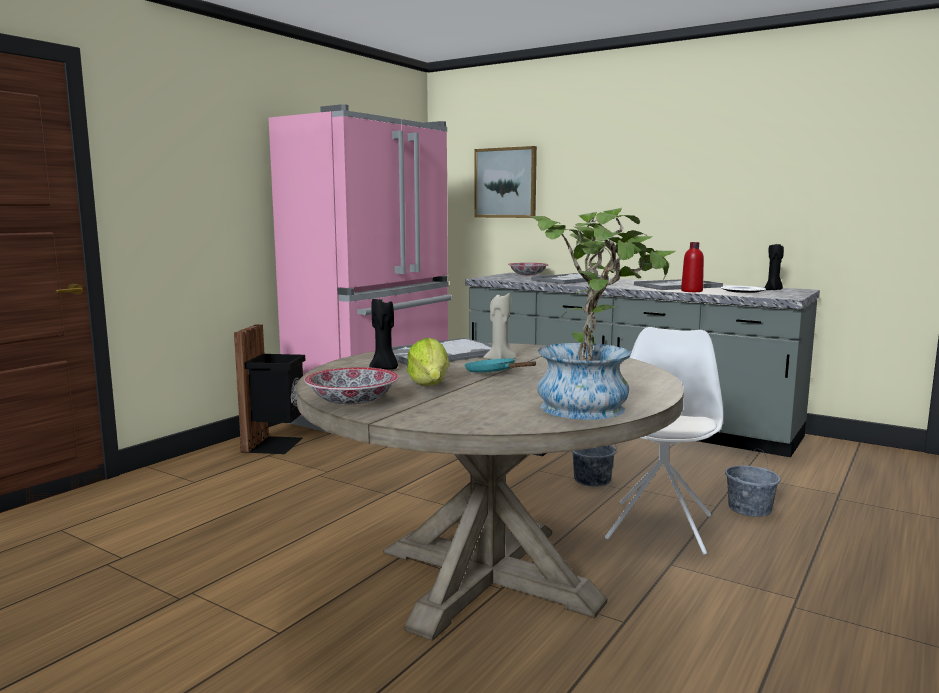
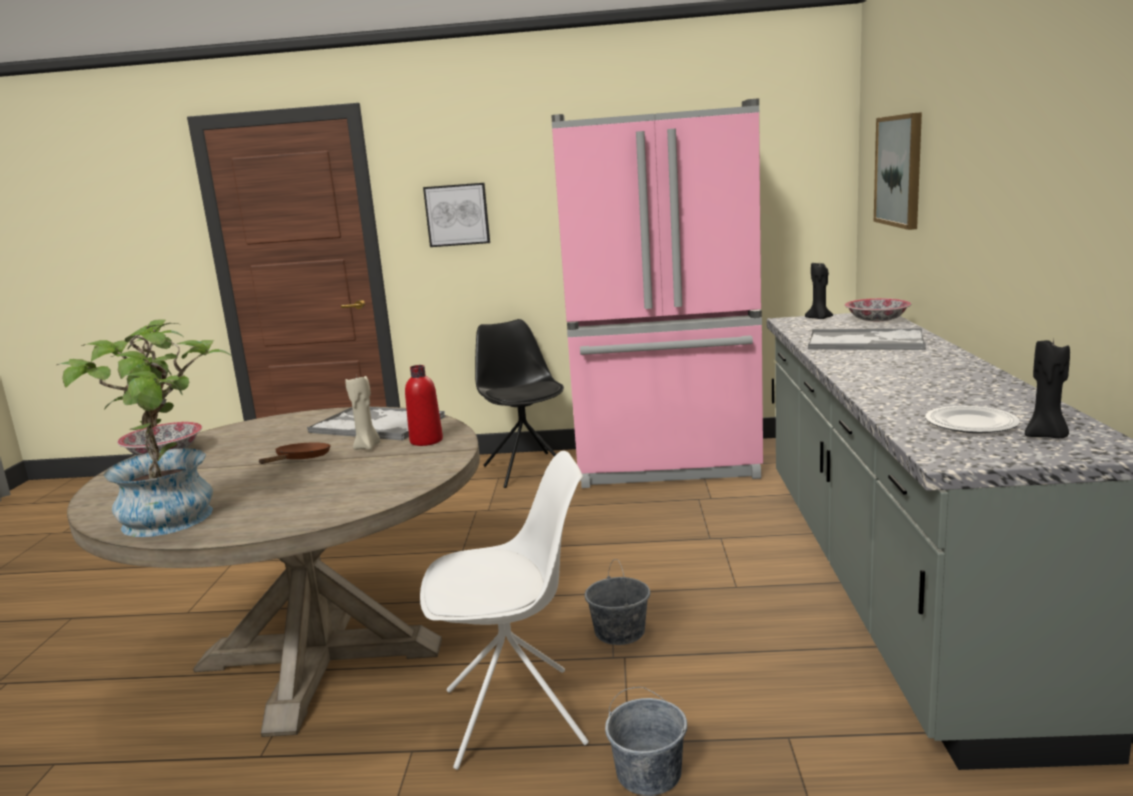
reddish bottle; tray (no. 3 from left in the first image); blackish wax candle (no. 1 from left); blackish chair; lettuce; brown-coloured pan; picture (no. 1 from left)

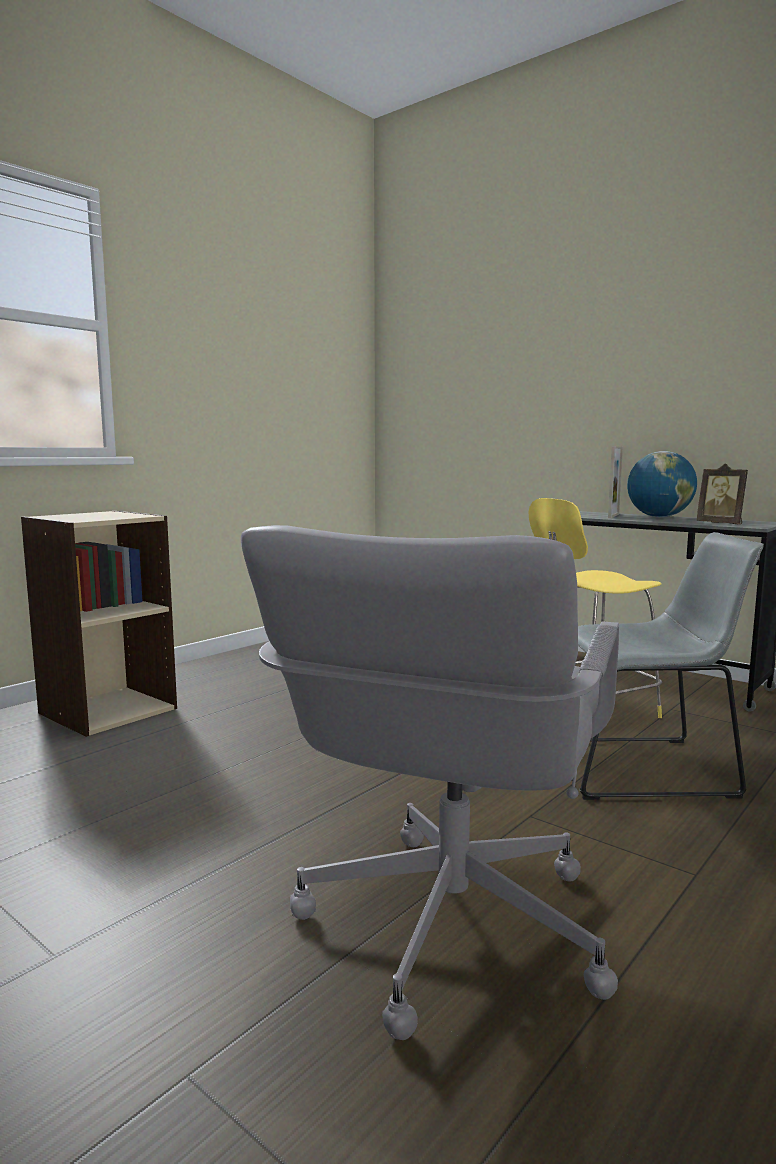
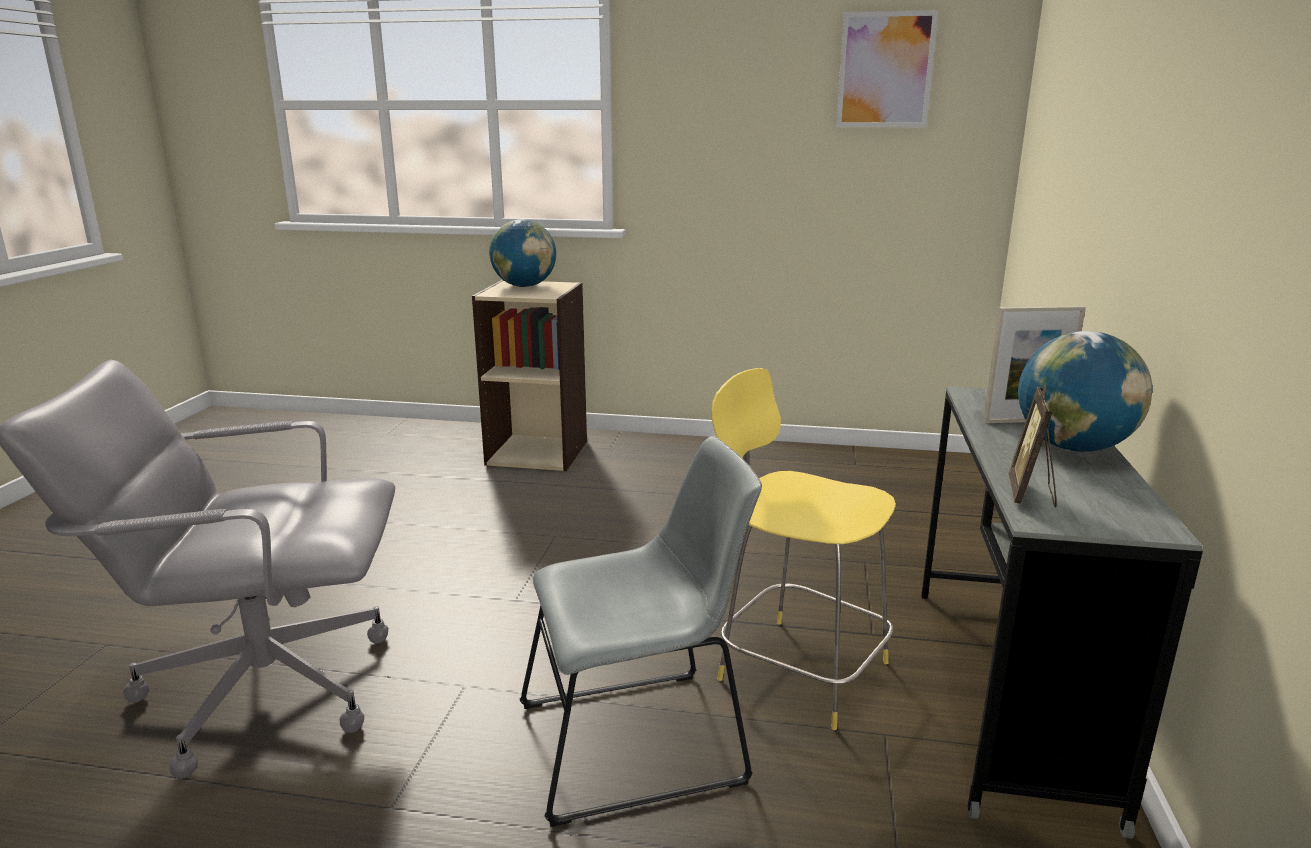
gray chair; picture; globe (no. 1 from left)

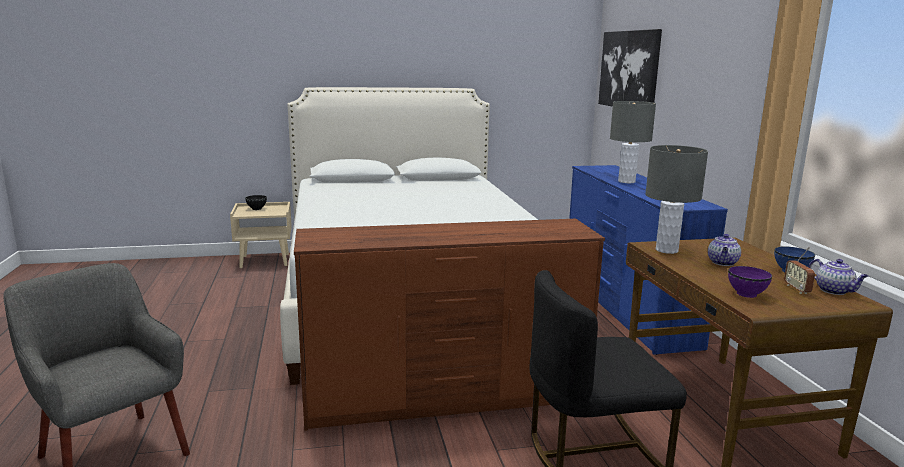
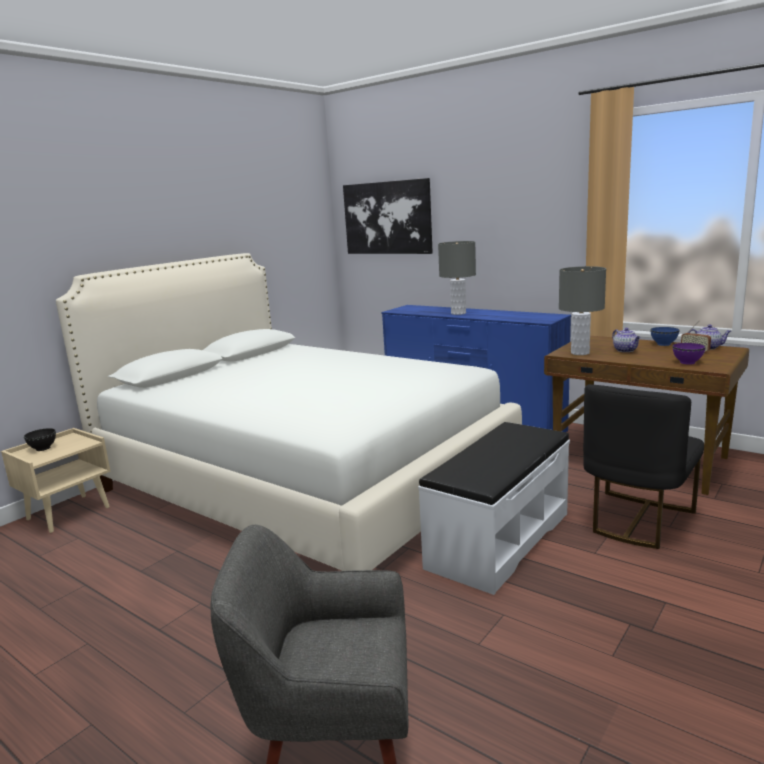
white long seat

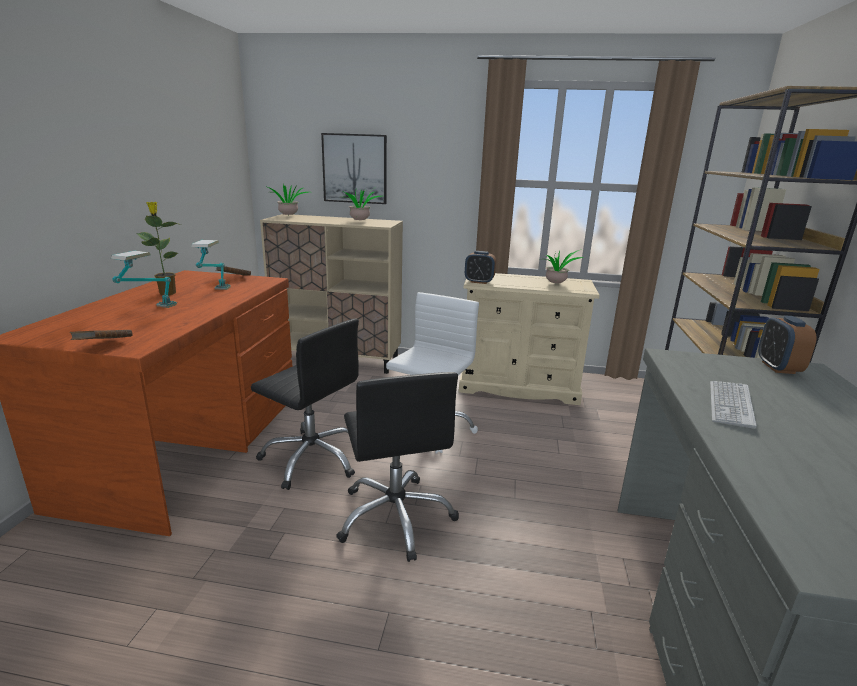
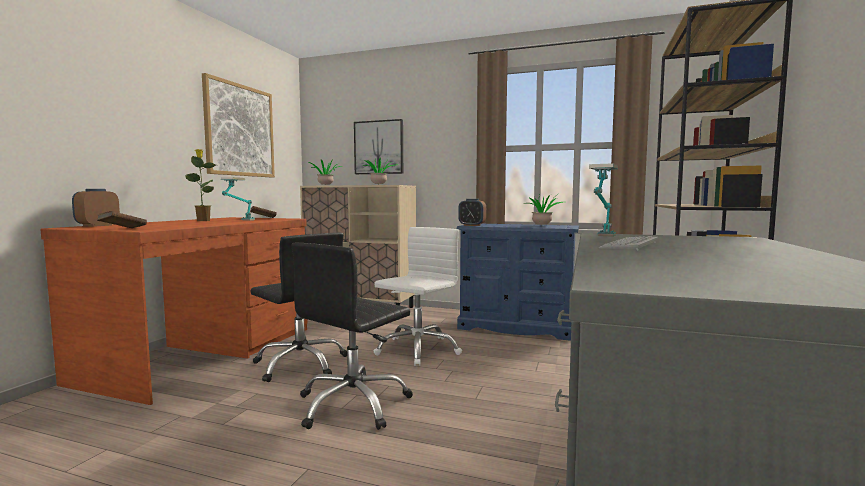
tabletop lamp (no. 2 from left); blue-coloured dresser; alarm clock (no. 1 from left); blackish office chair (no. 2 from left); picture (no. 1 from left)

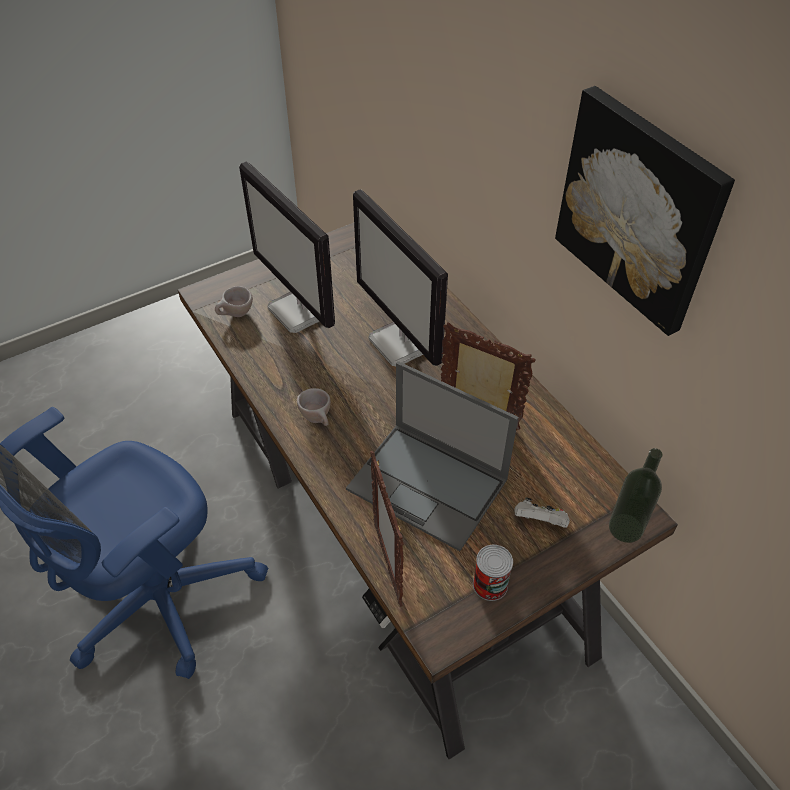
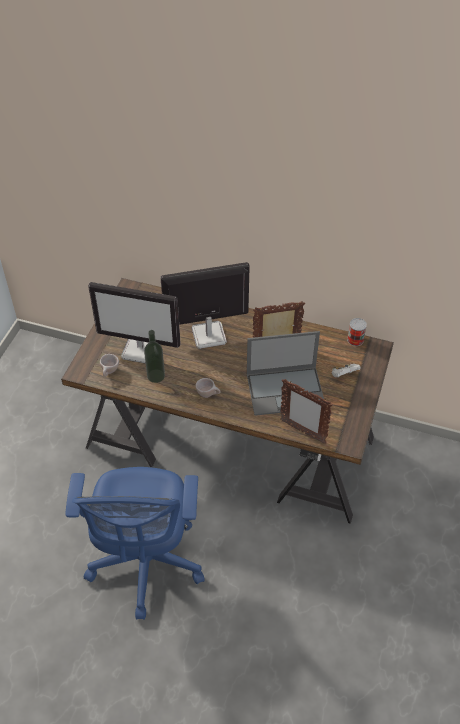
picture; monitor (no. 2 from left); bottle; sealed can

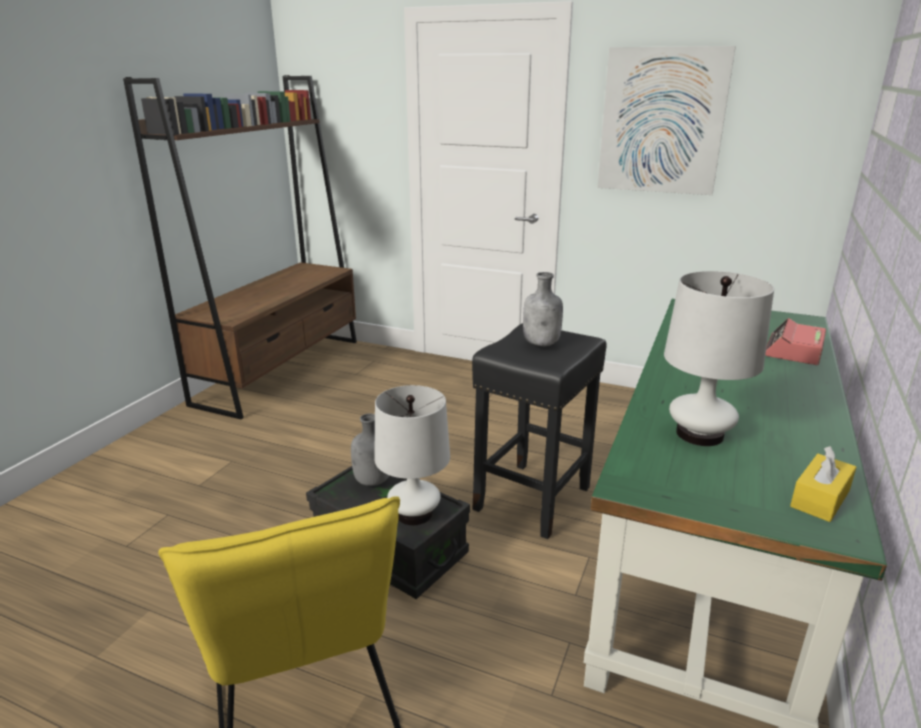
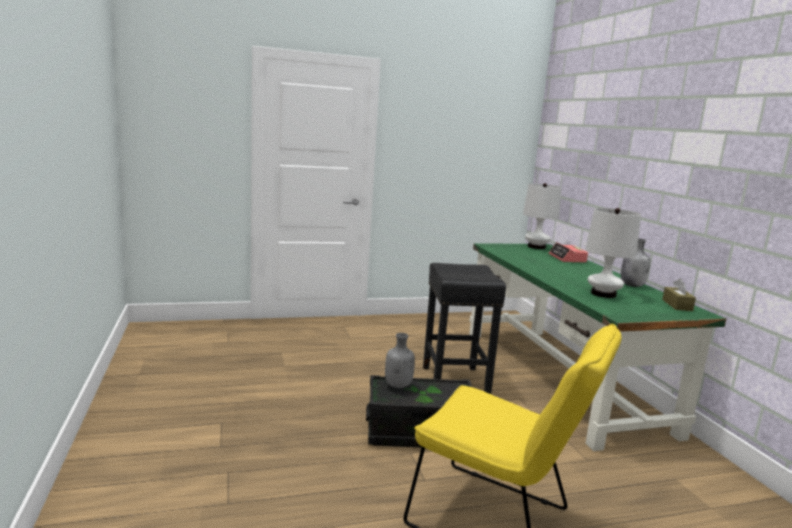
picture; brown-coloured bookcase; gray bottle (no. 2 from left); white tabletop lamp (no. 1 from left); brown-coloured tissue box

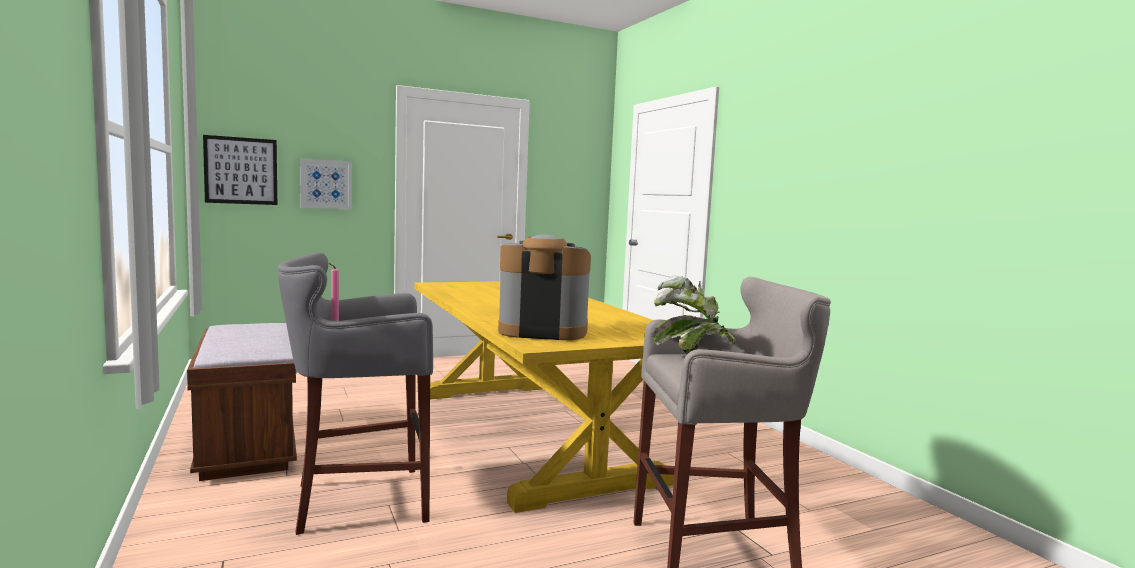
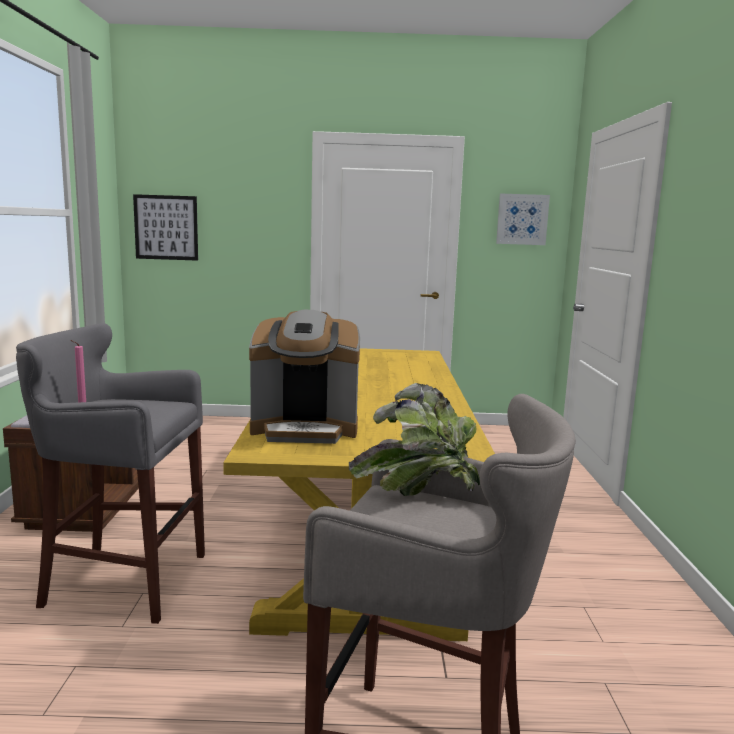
picture (no. 2 from left); coffee machine

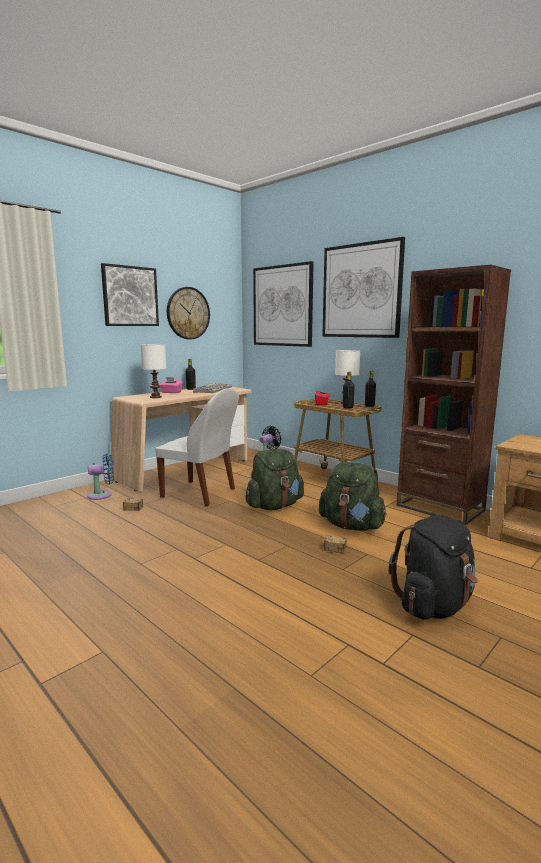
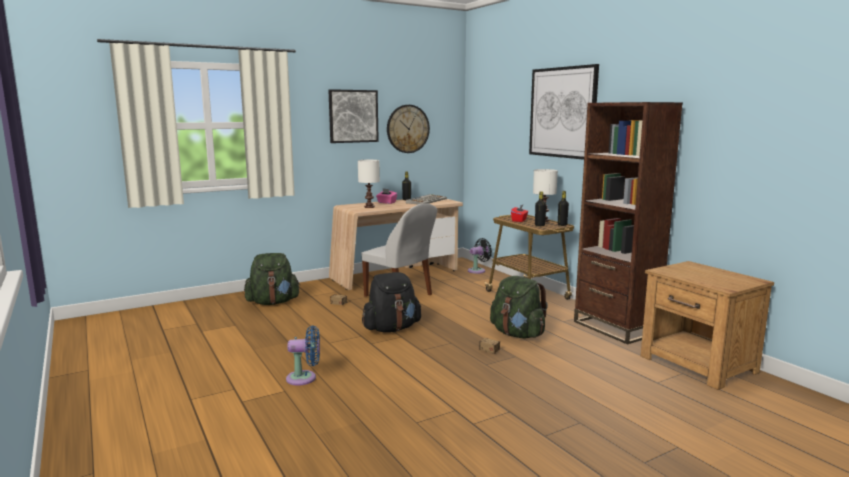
picture (no. 2 from left in the first image); green backpack (no. 1 from left); blue-coloured fan; blackish backpack

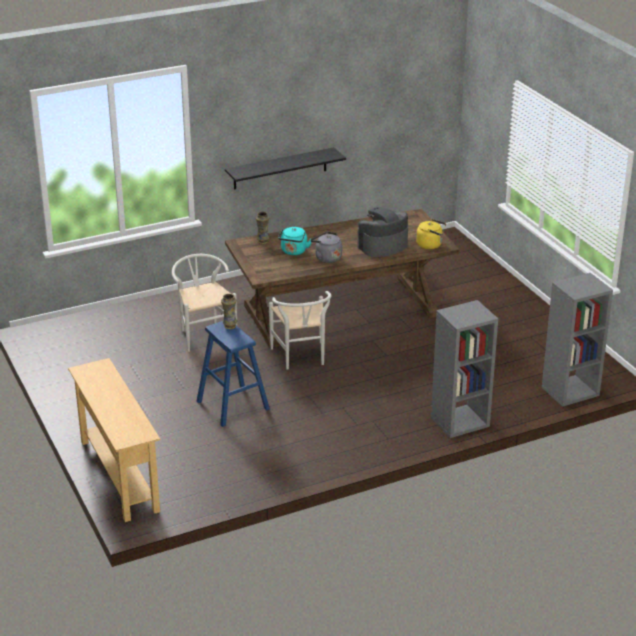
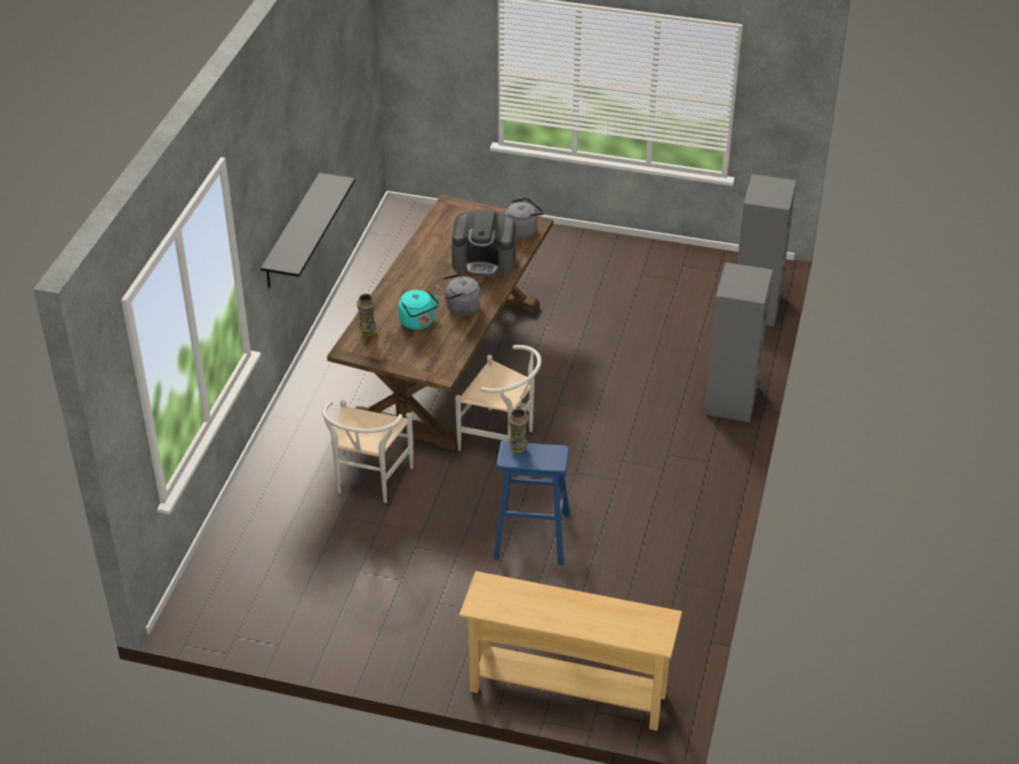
coffee machine; gray kettle (no. 2 from left); white chair (no. 1 from left)

